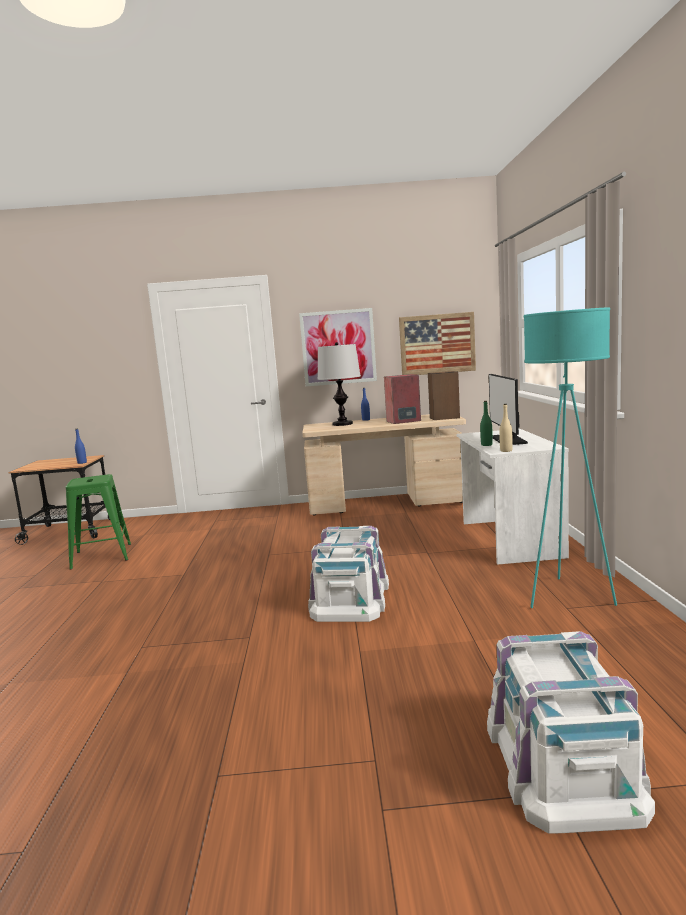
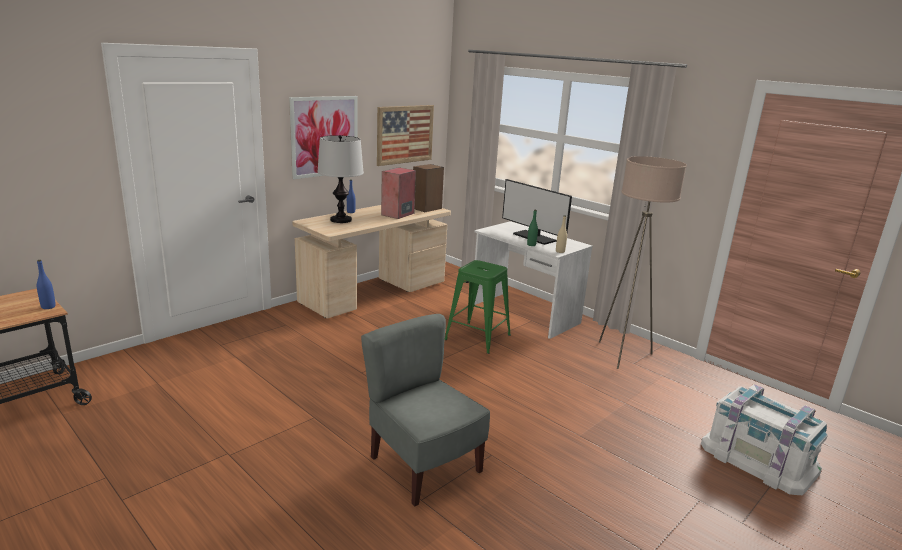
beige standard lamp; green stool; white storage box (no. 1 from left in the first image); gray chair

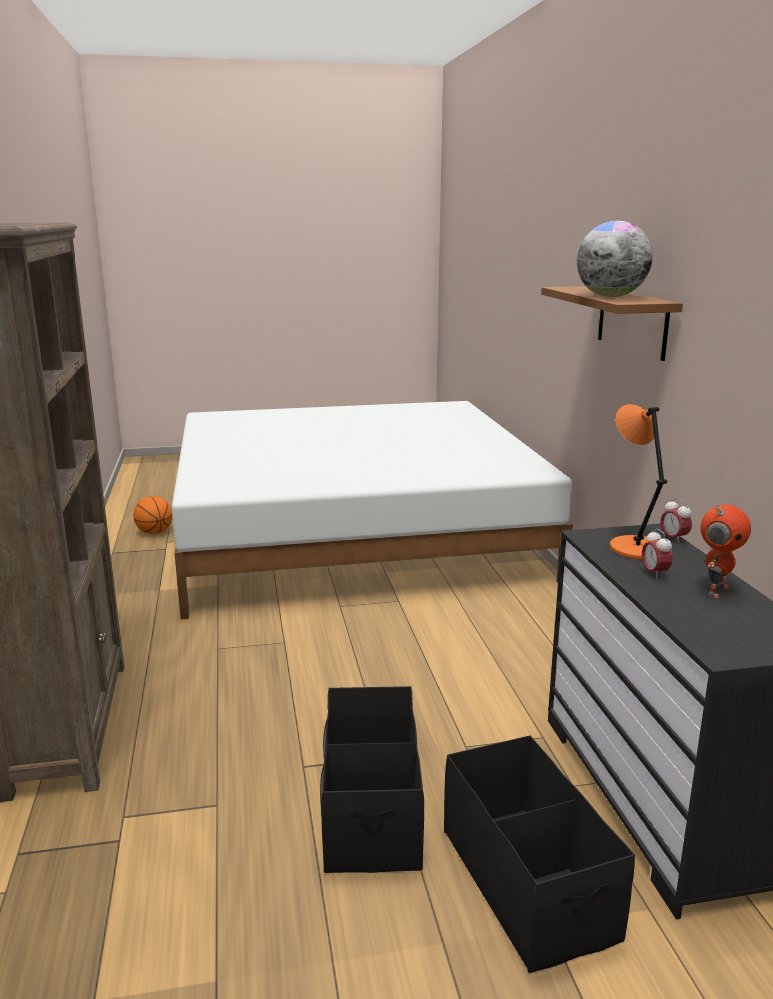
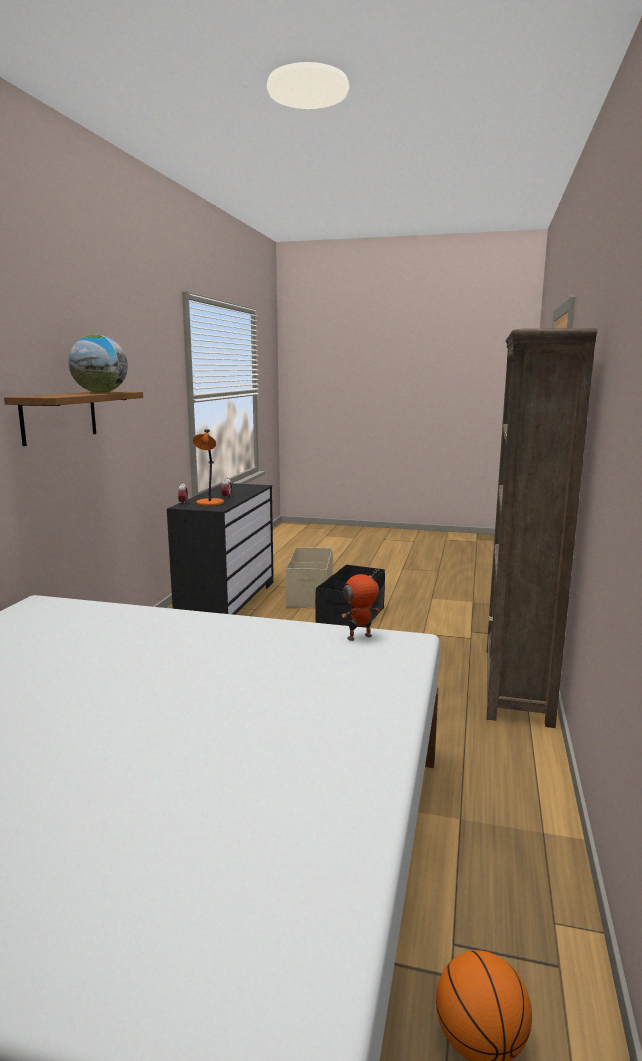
toy robot; beige storage box

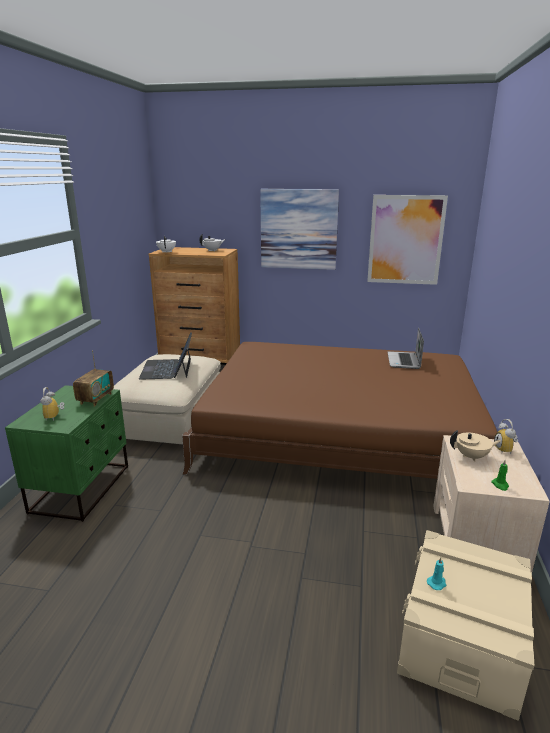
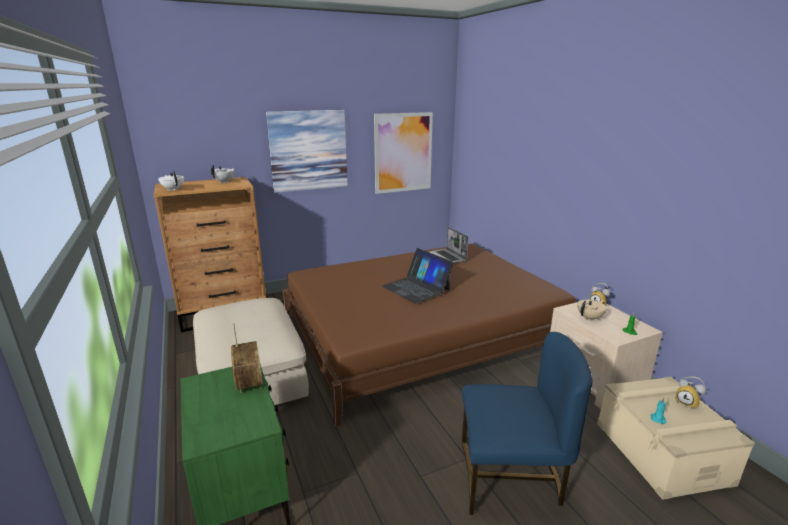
portable computer (no. 1 from left); alarm clock (no. 2 from left); blue-coloured chair

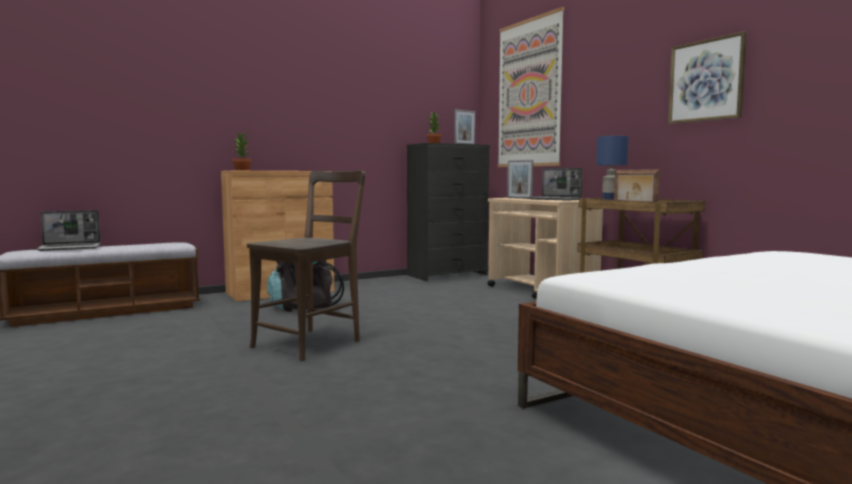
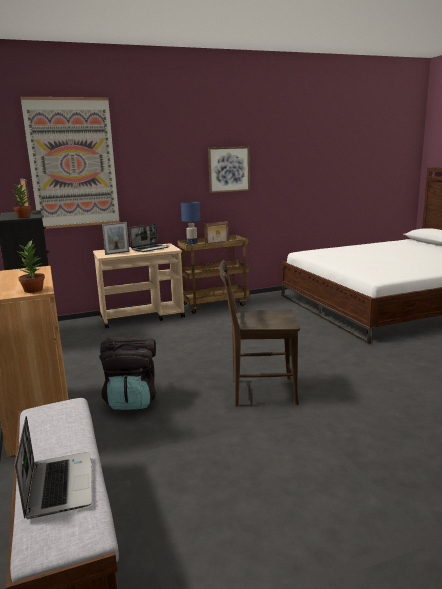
brown-coloured chair

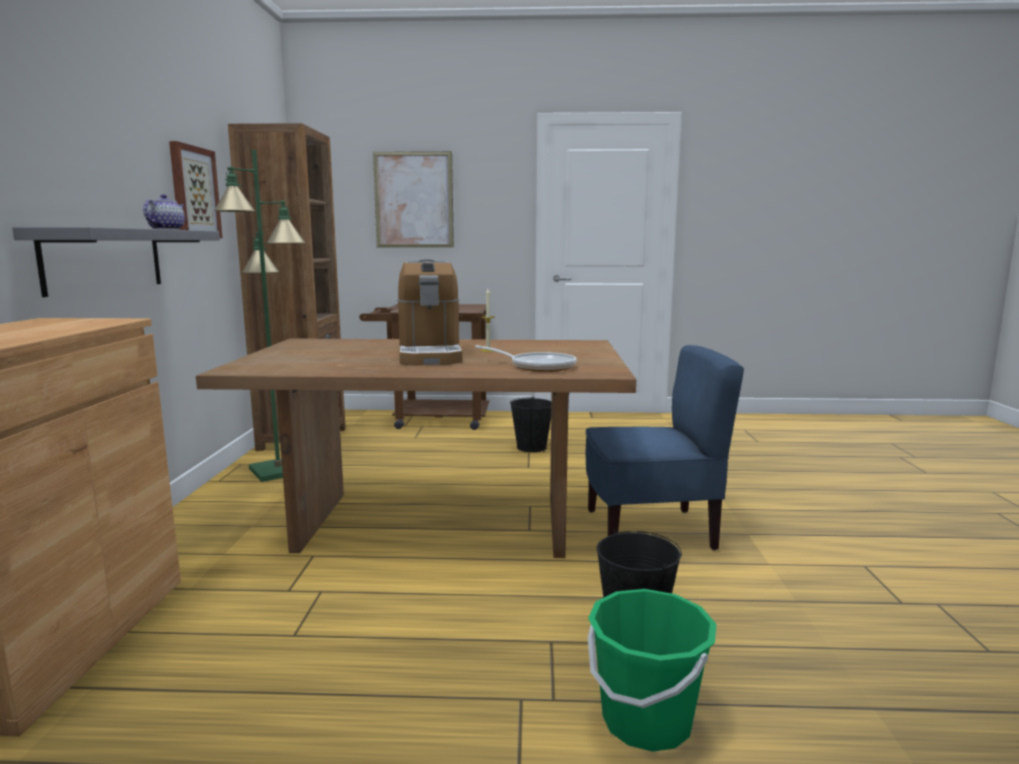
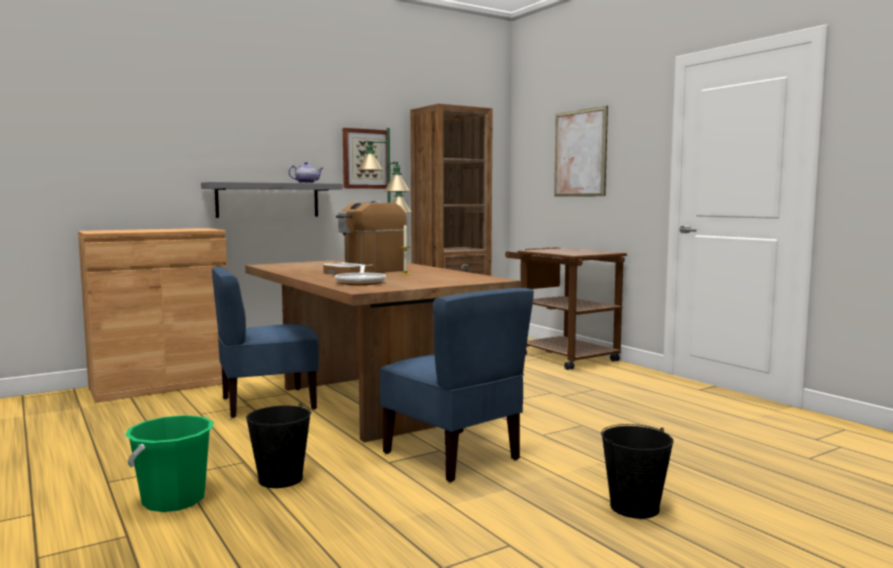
blackish bucket (no. 2 from left); blue-coloured chair (no. 1 from left)

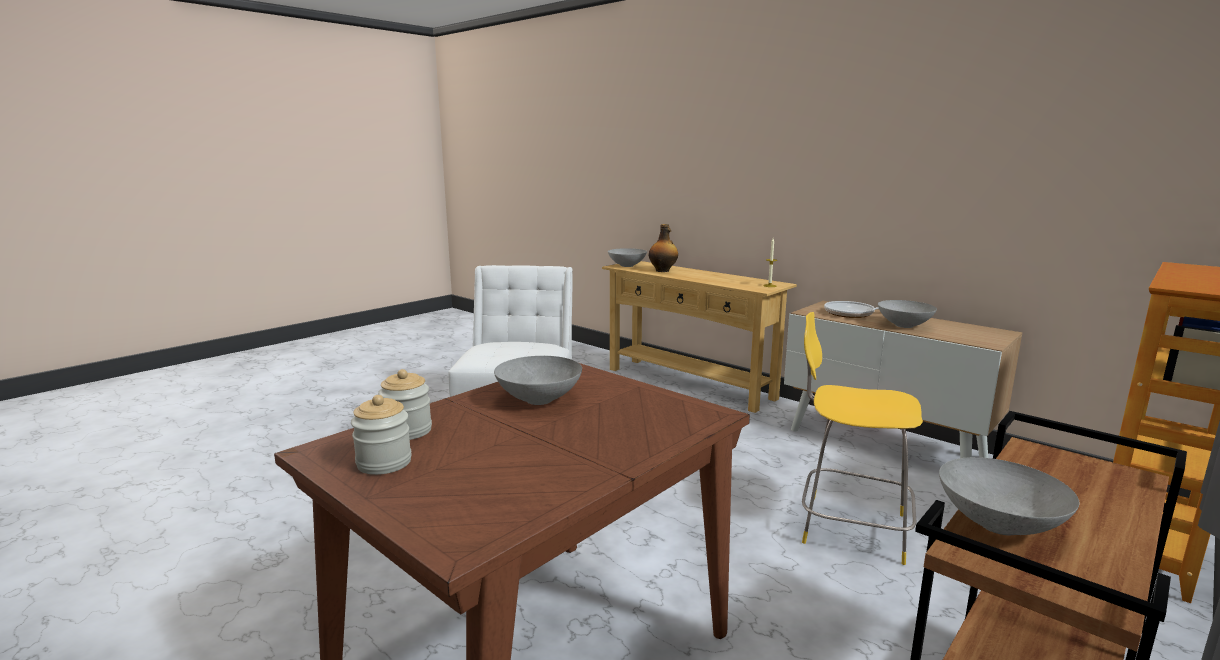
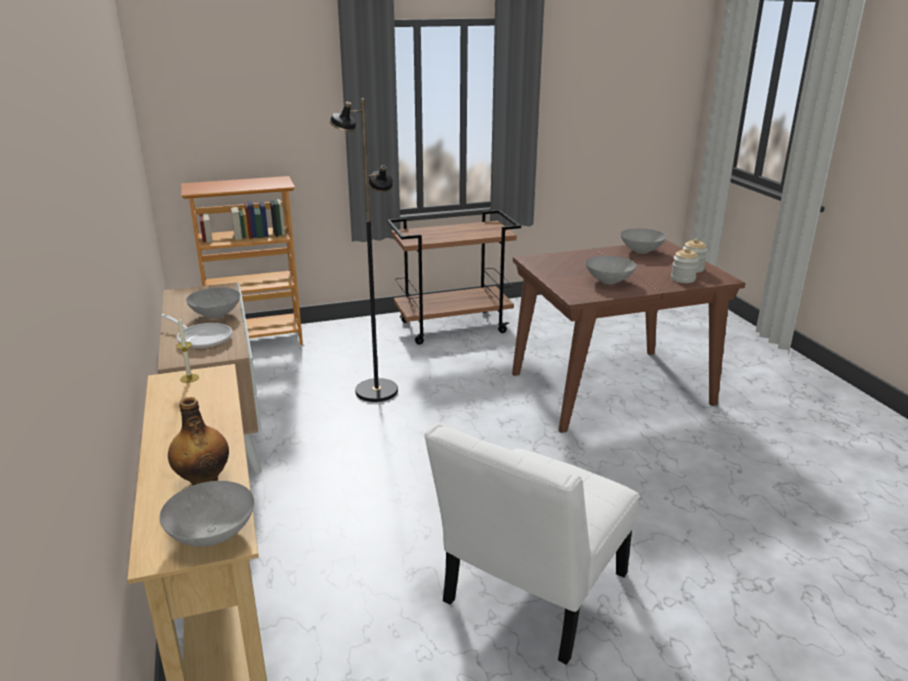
blackish standard lamp; gray bowl (no. 4 from left)

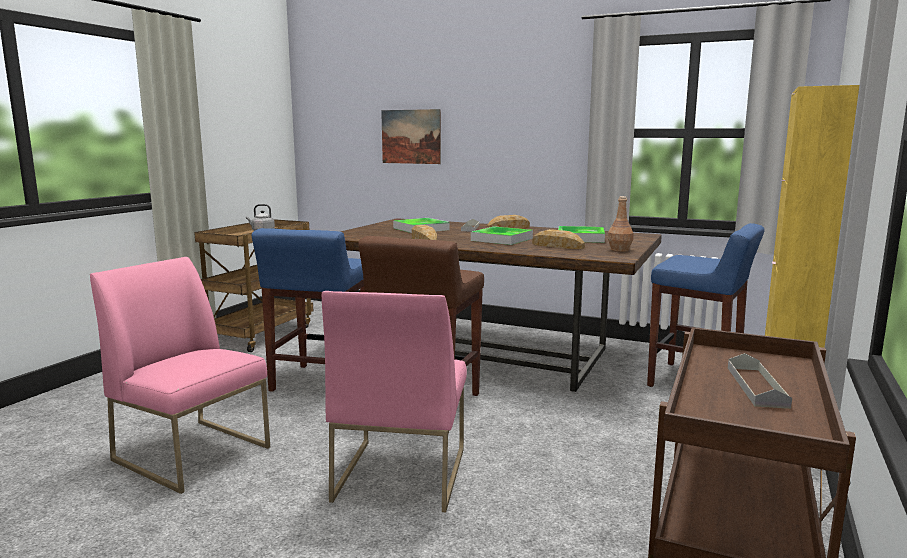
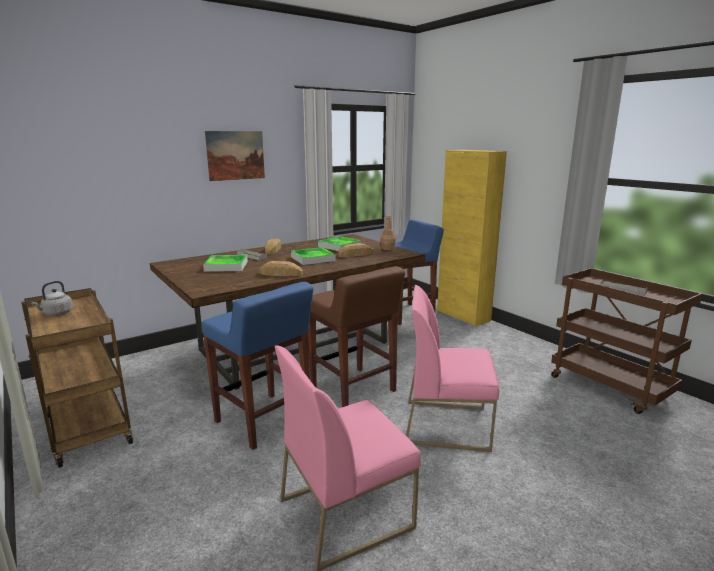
picture; pink-coloured chair (no. 2 from left)

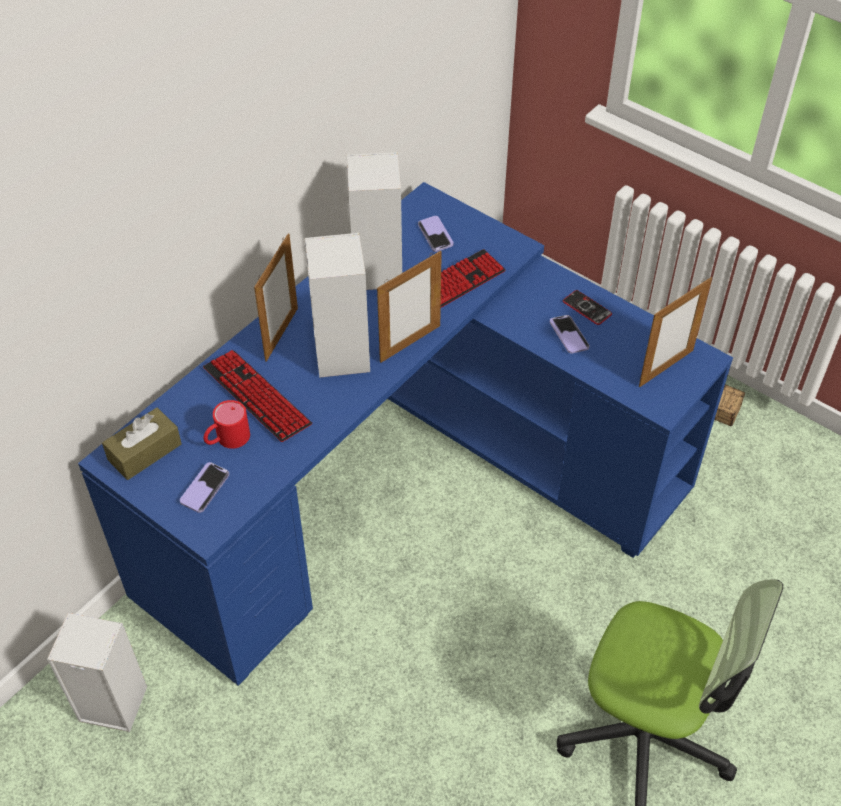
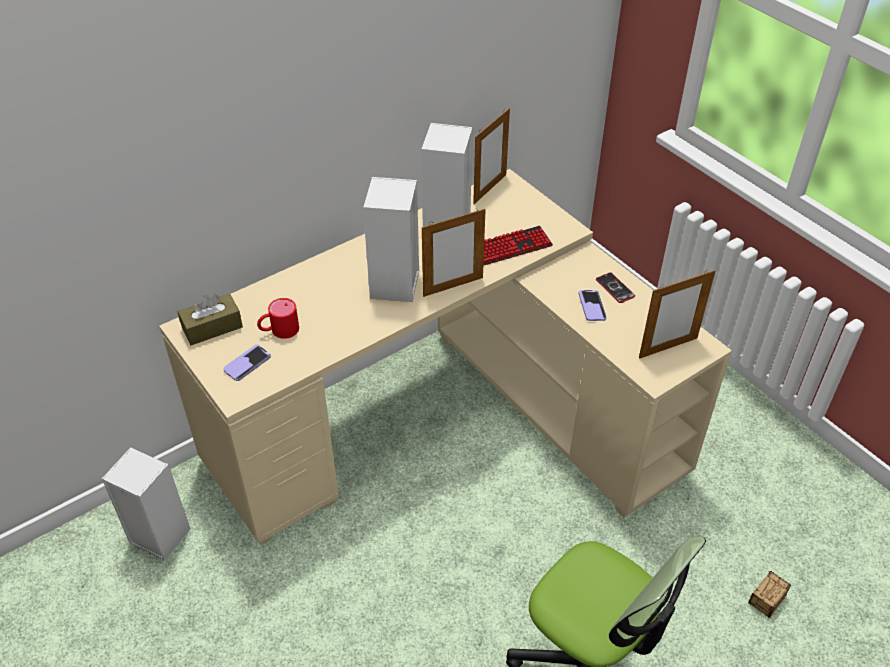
beige desk unit; telephone (no. 2 from left in the first image); picture frame (no. 2 from left); keyboard (no. 1 from left in the first image); storage box

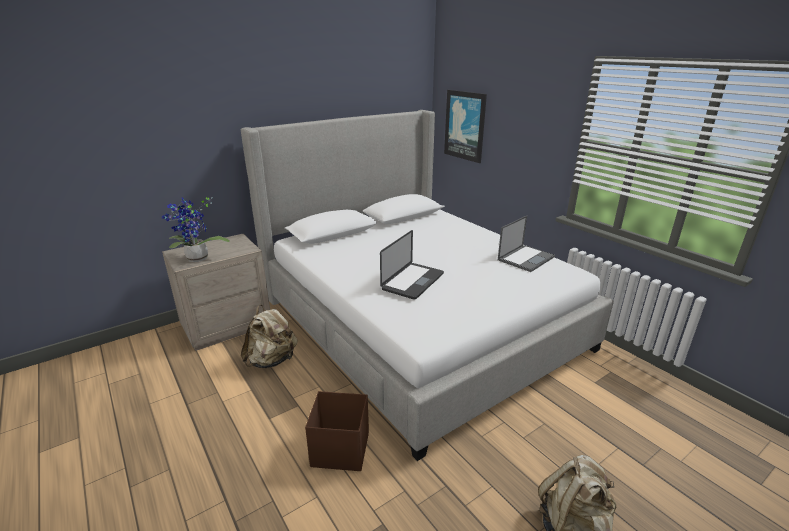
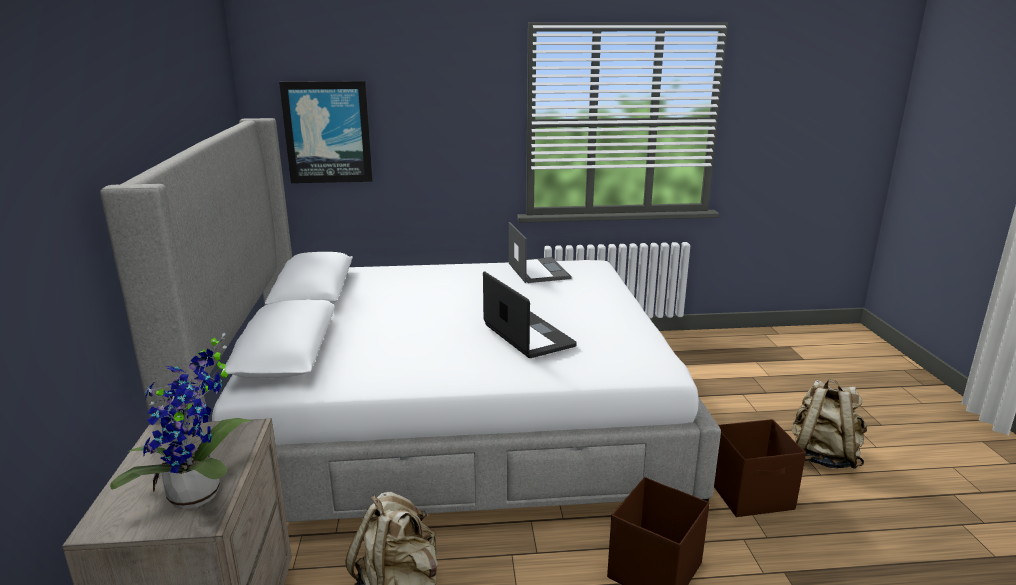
brown-coloured storage box (no. 2 from left)

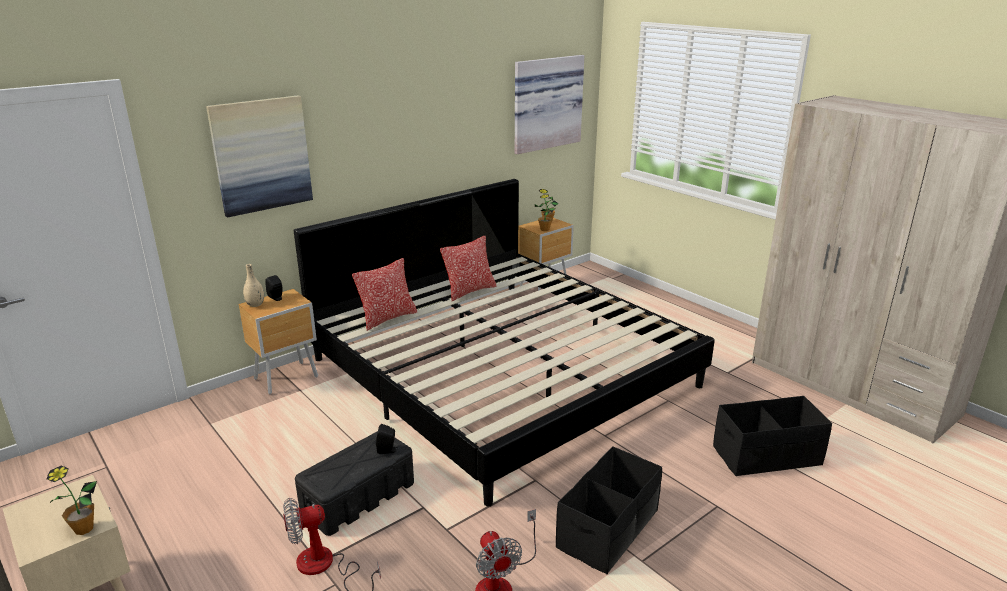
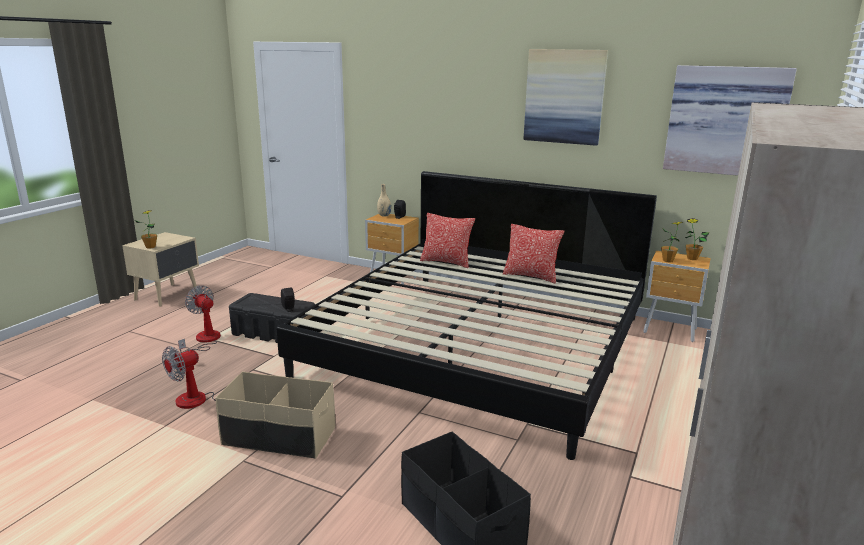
picture (no. 1 from left); beige storage box

